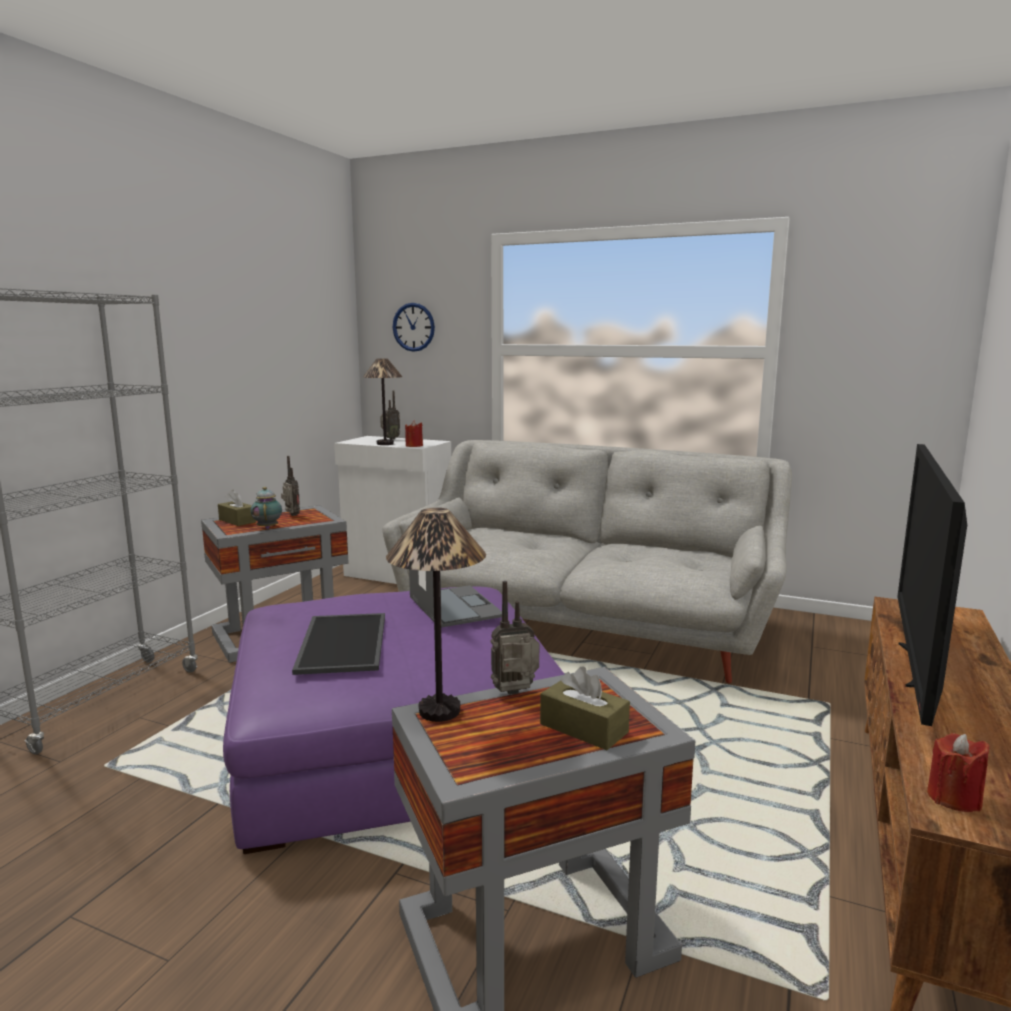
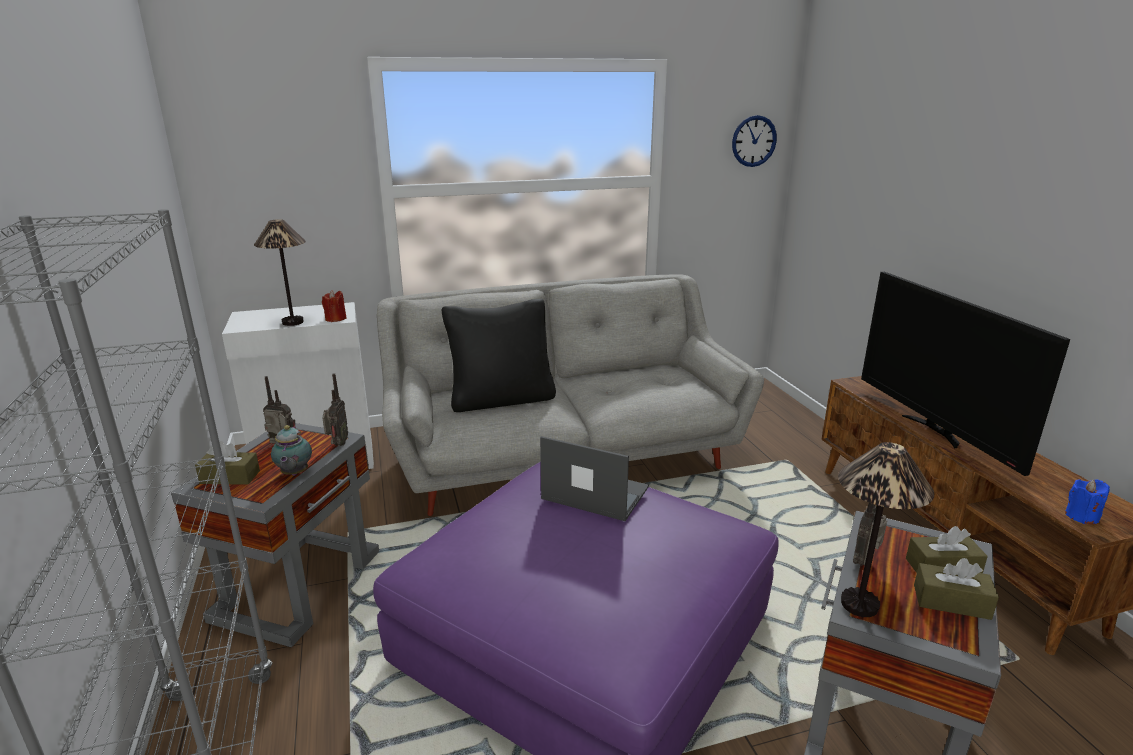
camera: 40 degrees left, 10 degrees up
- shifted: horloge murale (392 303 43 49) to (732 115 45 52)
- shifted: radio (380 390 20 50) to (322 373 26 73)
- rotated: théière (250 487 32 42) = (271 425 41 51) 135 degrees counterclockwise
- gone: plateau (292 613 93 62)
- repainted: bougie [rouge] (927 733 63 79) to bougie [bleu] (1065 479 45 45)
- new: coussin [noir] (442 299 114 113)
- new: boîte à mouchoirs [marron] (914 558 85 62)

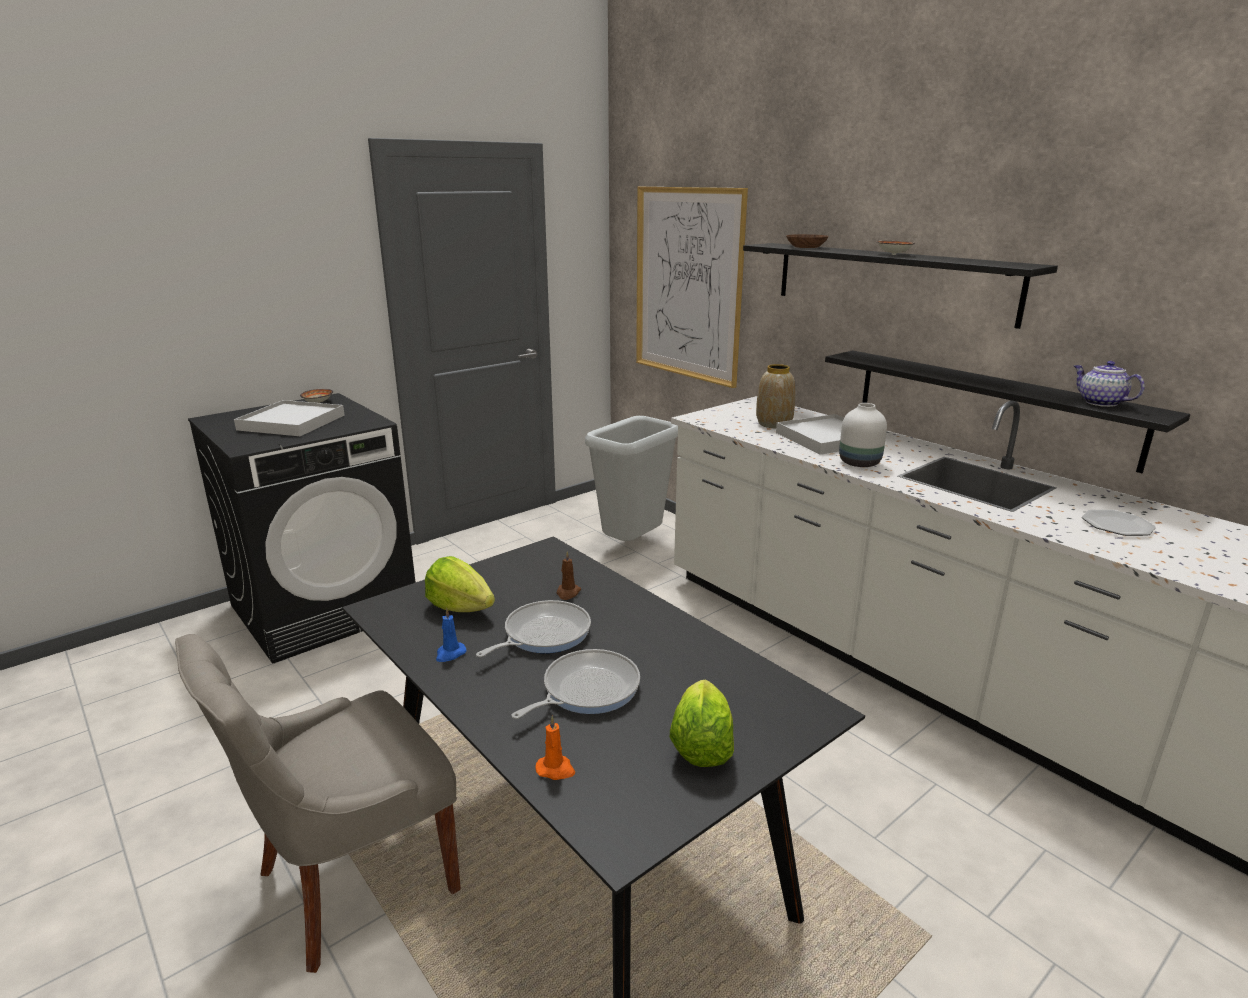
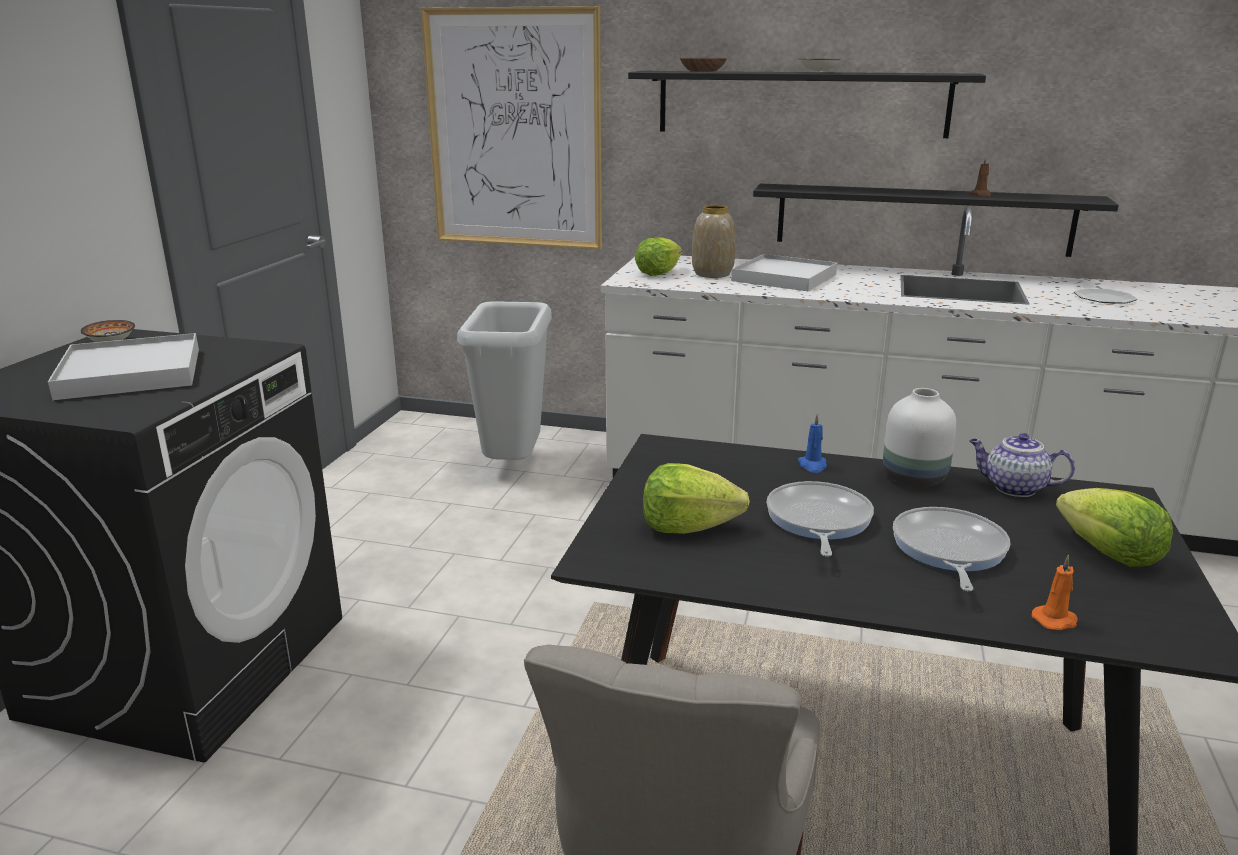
camera: 35 degrees left, 0 degrees up
- shifted: théière (1074 361 71 46) to (969 433 106 64)
- shifted: vase [blanc] (839 403 48 64) to (883 388 74 99)
- shifted: bougie [marron] (557 551 24 49) to (969 156 22 41)
- shifted: bougie [bleu] (436 607 30 55) to (798 414 29 59)
- new: laitue (635 237 47 39)

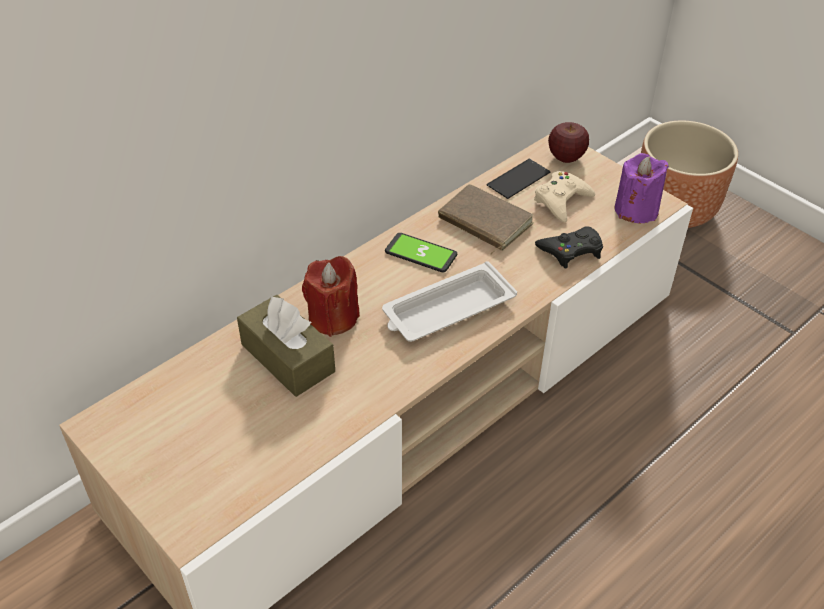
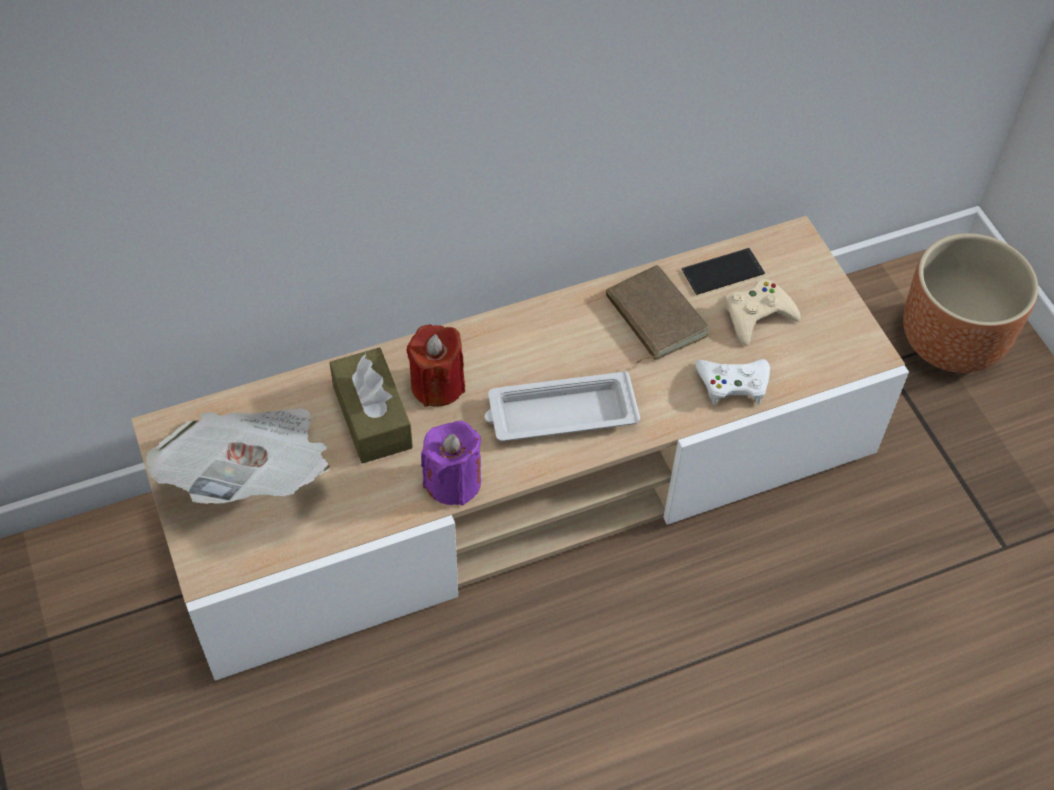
camera: 20 degrees right, 10 degrees up
- gone: pomme (548 122 41 41)
- shifted: bougie [violet] (614 153 55 70) to (421 421 60 85)
- repainted: manette [noir] (535 226 68 43) to manette [blanc] (696 359 74 46)
- gone: téléphone (385 233 72 39)
- new: journal (146 408 184 96)

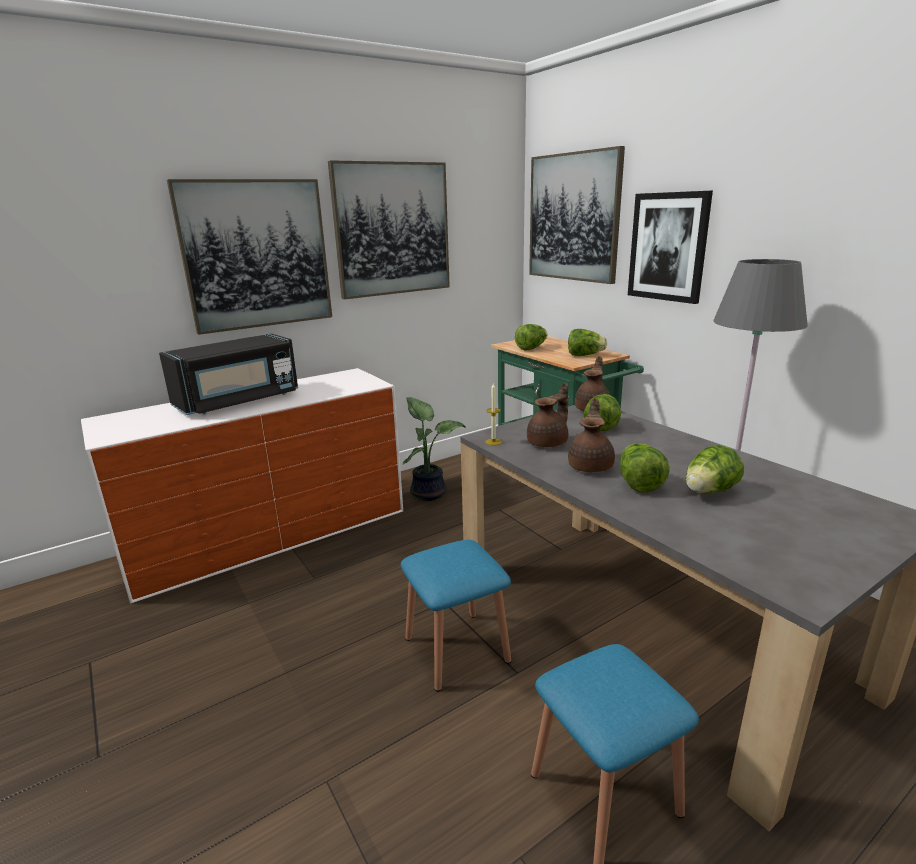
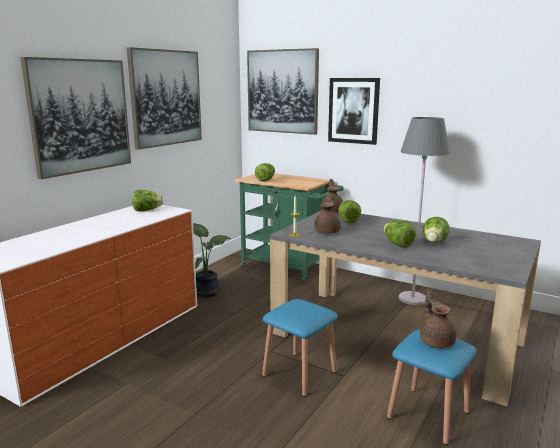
camera: 25 degrees left, 5 degrees down
- shifted: laitue (568 329 39 27) to (132 190 32 22)
- gone: micro-ondes [noir] (159 333 139 82)
- shifted: théière [marron] (568 398 47 74) to (420 288 36 60)

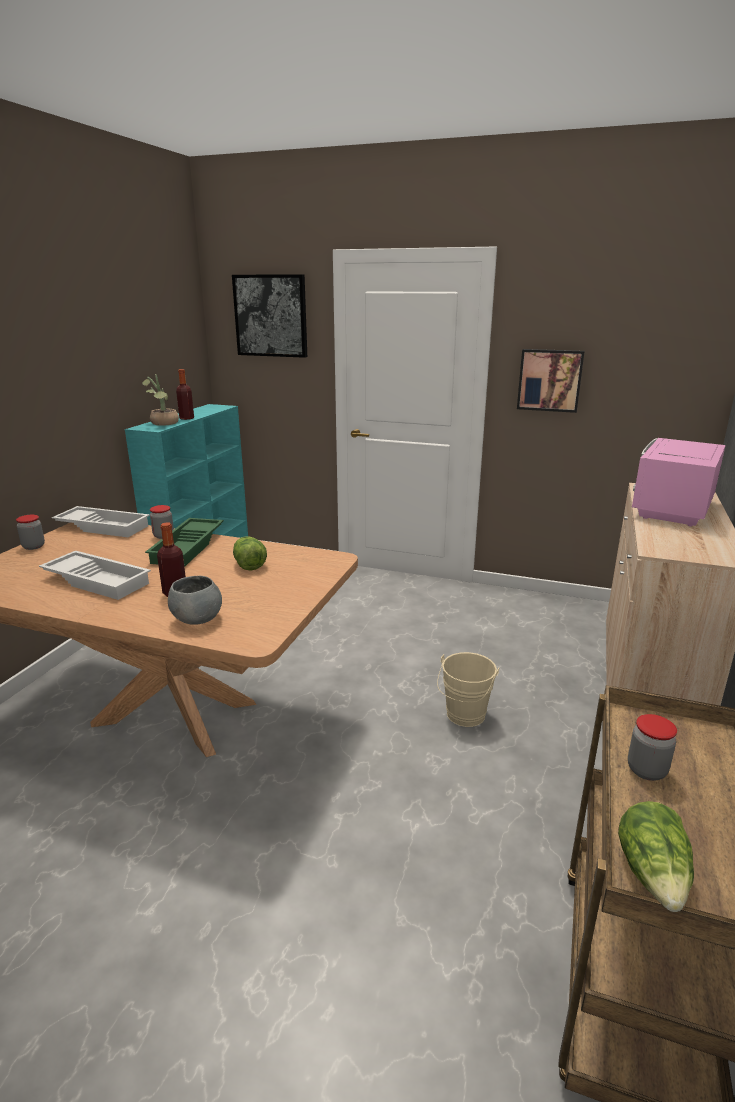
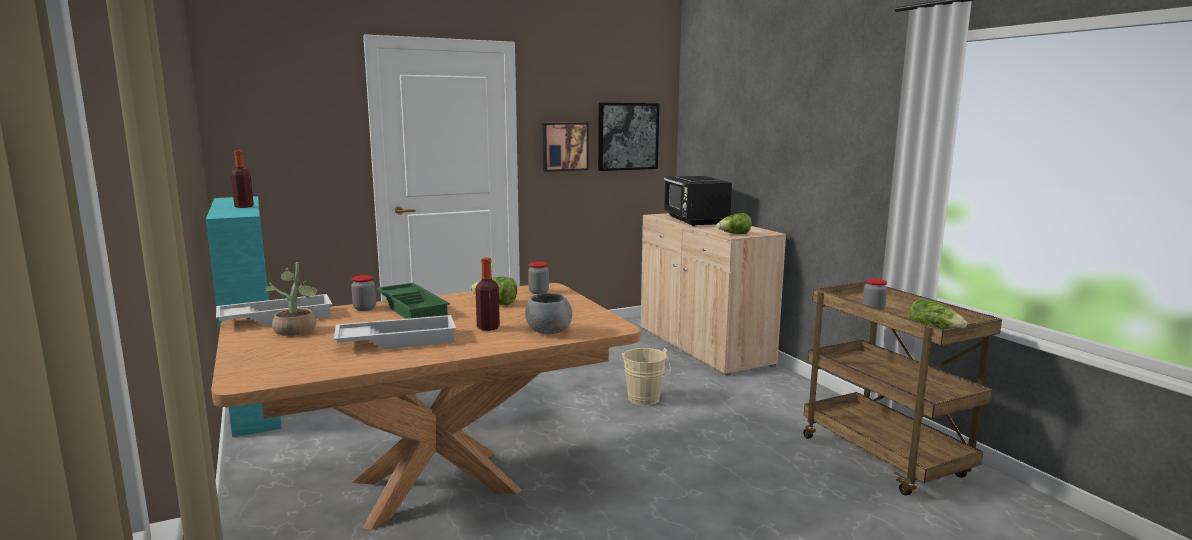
camera: 45 degrees left, 10 degrees down
- shifted: tableau (232 274 75 84) to (598 103 61 68)
- shifted: plante en pot (142 374 37 52) to (265 262 52 74)
- repainted: micro-ondes [rose] (632 438 94 89) to micro-ondes [noir] (664 176 68 51)
- shifted: bocal (16 515 29 35) to (528 262 21 32)
- new: laitue (716 213 36 21)

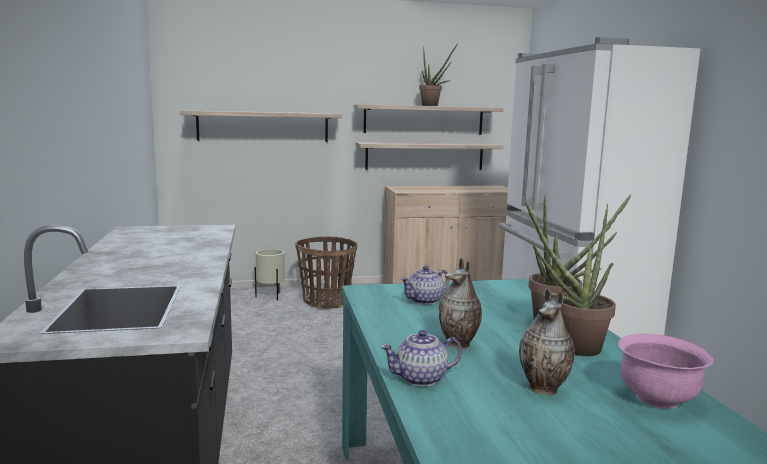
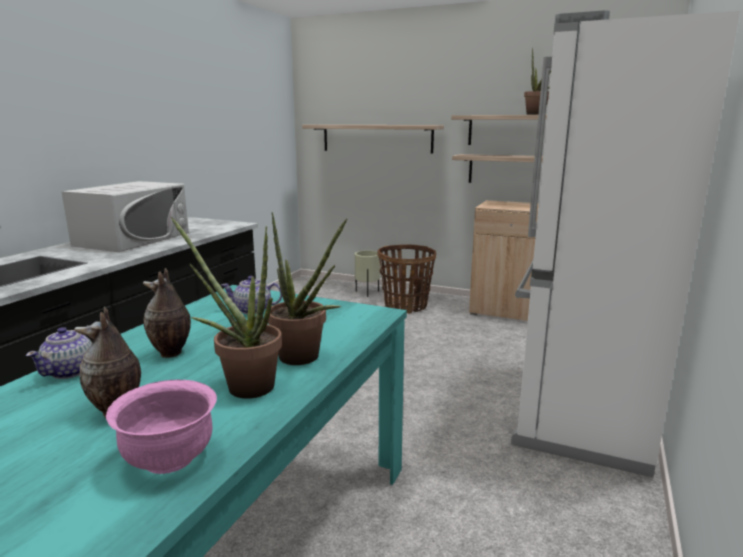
camera: 35 degrees right, 5 degrees up
- rotated: théière (380 330 82 57) = (26 325 66 54) 90 degrees counterclockwise
- new: micro-ondes [blanc] (61 181 128 71)

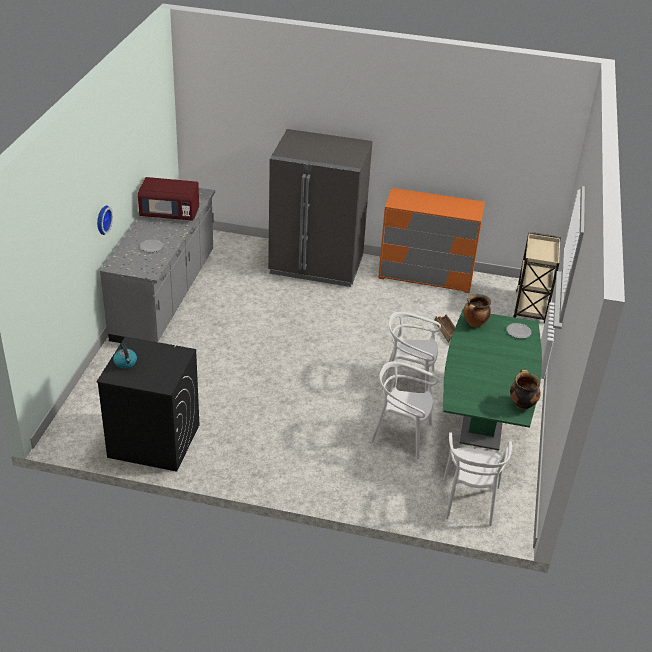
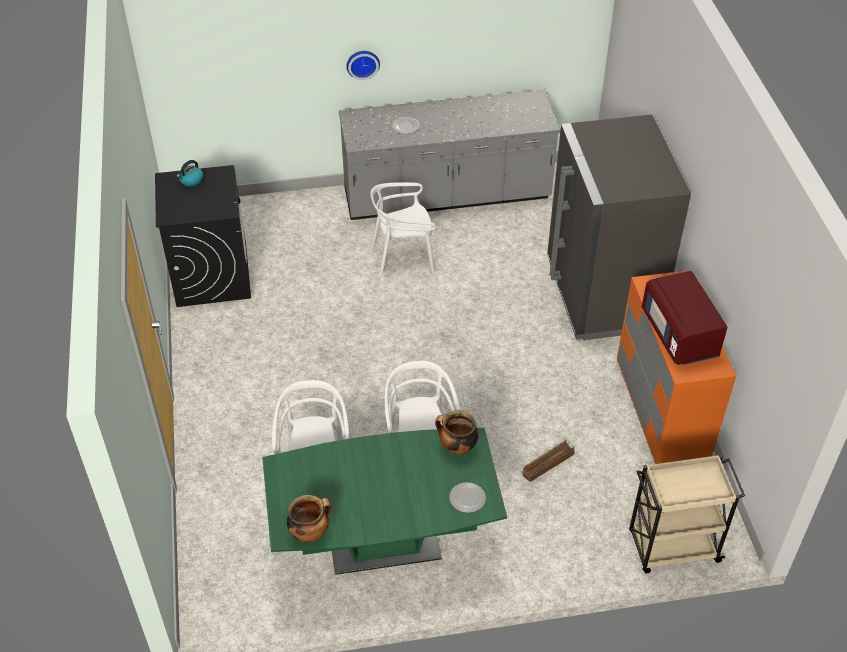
camera: 70 degrees right, 10 degrees up
- shifted: micro-ondes [rouge] (138 177 62 44) to (642 271 86 94)
- shifted: chaise [blanc] (443 432 69 94) to (370 182 66 95)

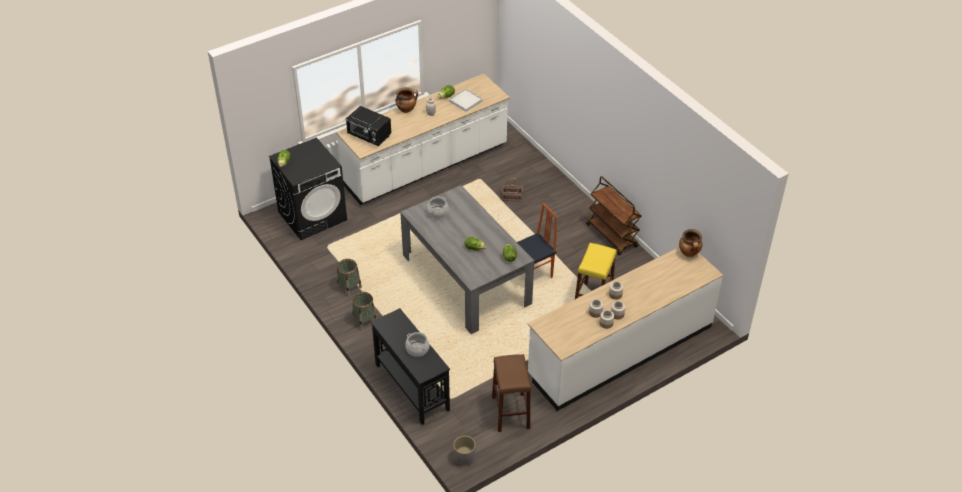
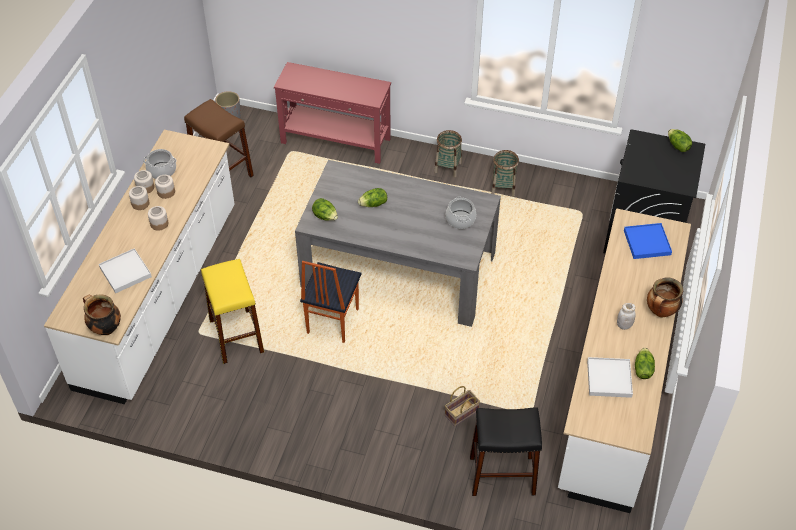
camera: 140 degrees right, 5 degrees up
- swapped: micro-ondes [noir] (346 106 45 40) to plateau [bleu] (624 223 48 36)
- gone: chariot [marron] (586 176 55 79)
- repainted: table console [noir] (371 308 79 117) to table console [rouge] (274 62 117 102)
- shifted: marmite (405 332 24 25) to (143 149 34 30)
- new: plateau [blanc] (99 248 53 45)
- new: tabouret [noir] (470 407 72 89)

